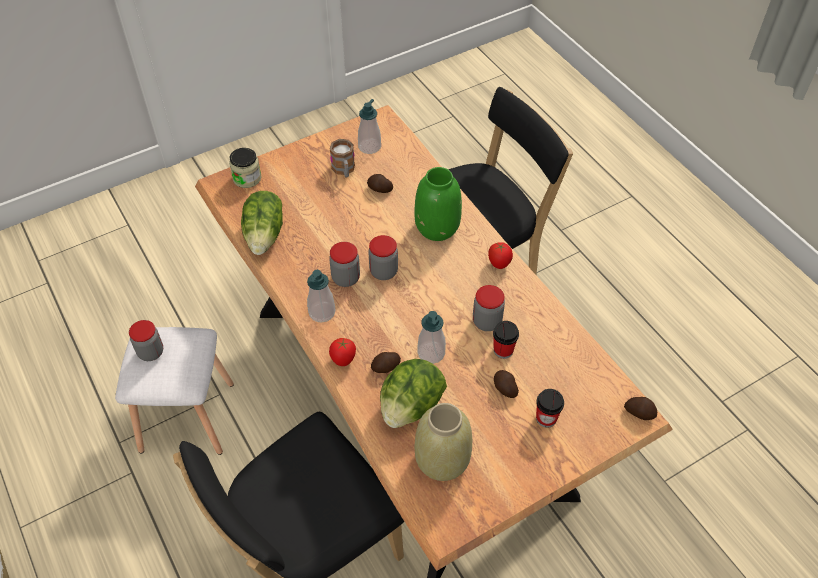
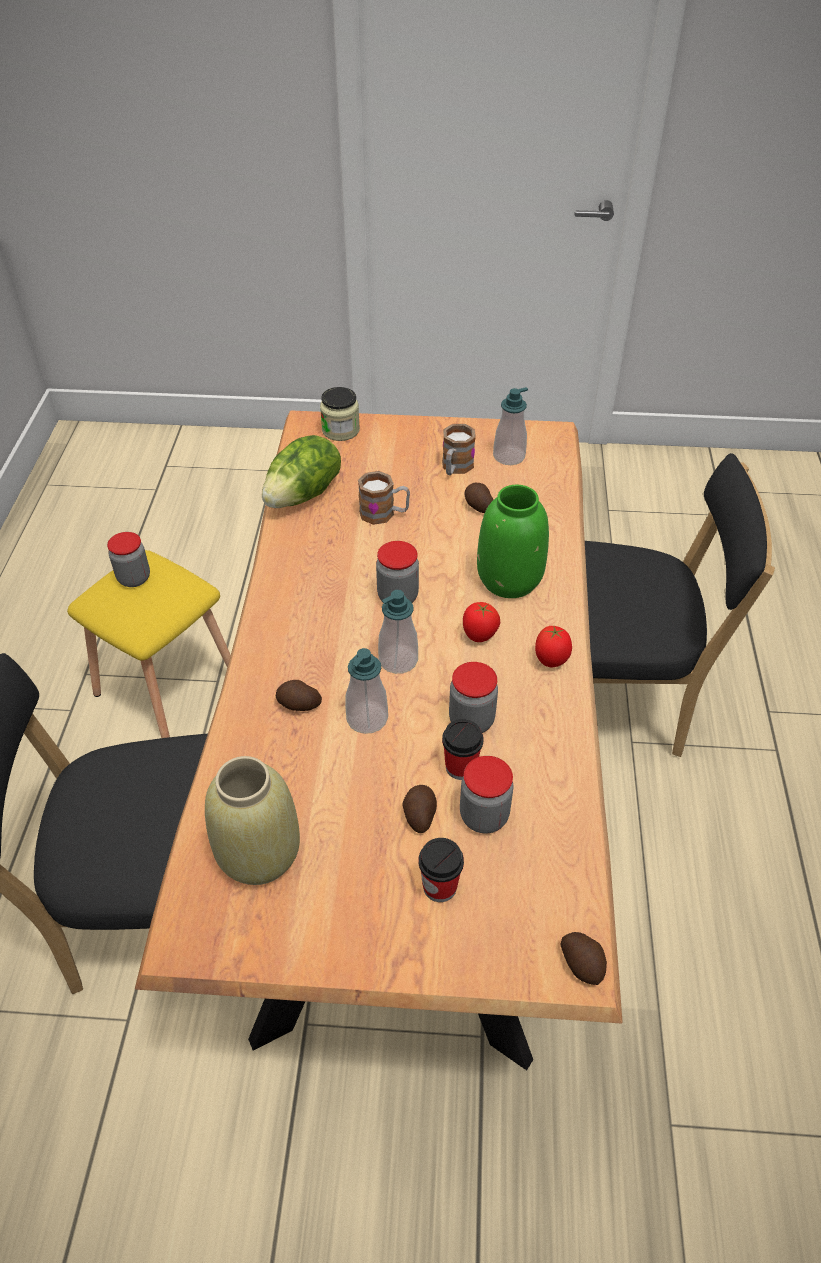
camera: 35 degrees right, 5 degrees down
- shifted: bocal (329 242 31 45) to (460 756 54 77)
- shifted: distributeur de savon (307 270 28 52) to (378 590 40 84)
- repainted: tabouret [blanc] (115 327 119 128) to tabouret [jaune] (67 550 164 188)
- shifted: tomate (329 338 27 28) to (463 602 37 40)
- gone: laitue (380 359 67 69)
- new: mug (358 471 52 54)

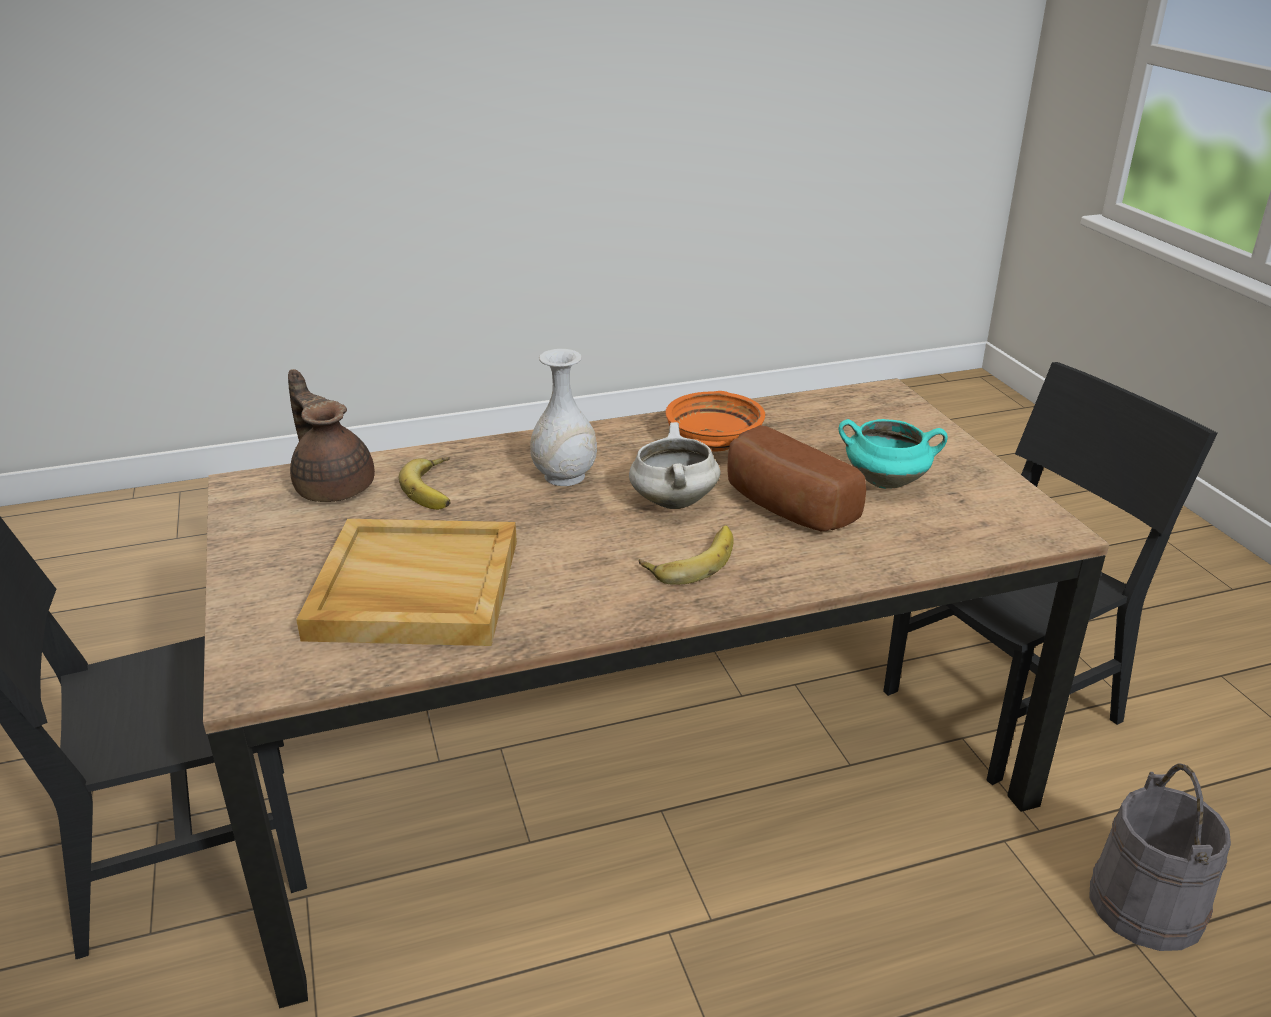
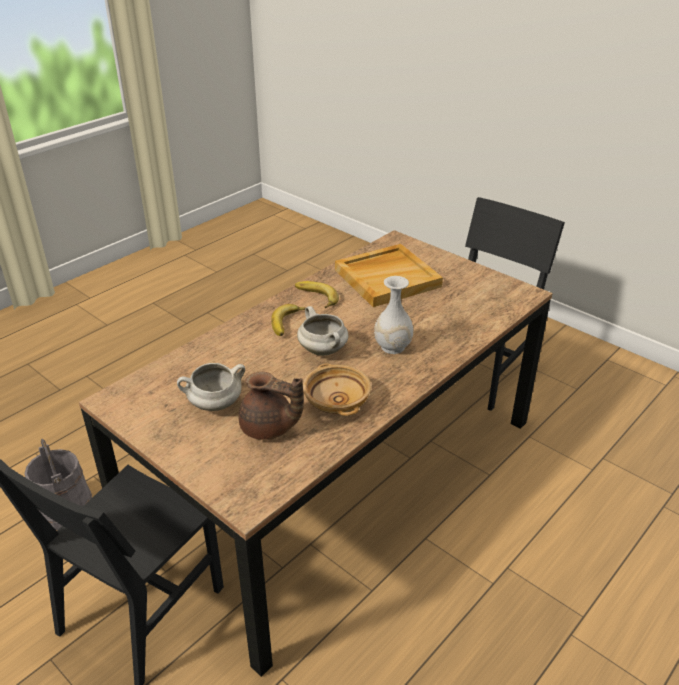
camera: 150 degrees right, 5 degrees up
- shifted: théière [marron] (288 369 87 133) to (239 372 65 68)
- repainted: bol [orange] (665 391 100 60) to bol [beige] (303 363 68 53)
- repainted: marmite [turquoise] (838 419 110 70) to marmite [blanc] (177 363 68 48)
- gone: pain (727 425 139 106)
- shifted: banane (399 457 51 53) to (295 281 44 27)

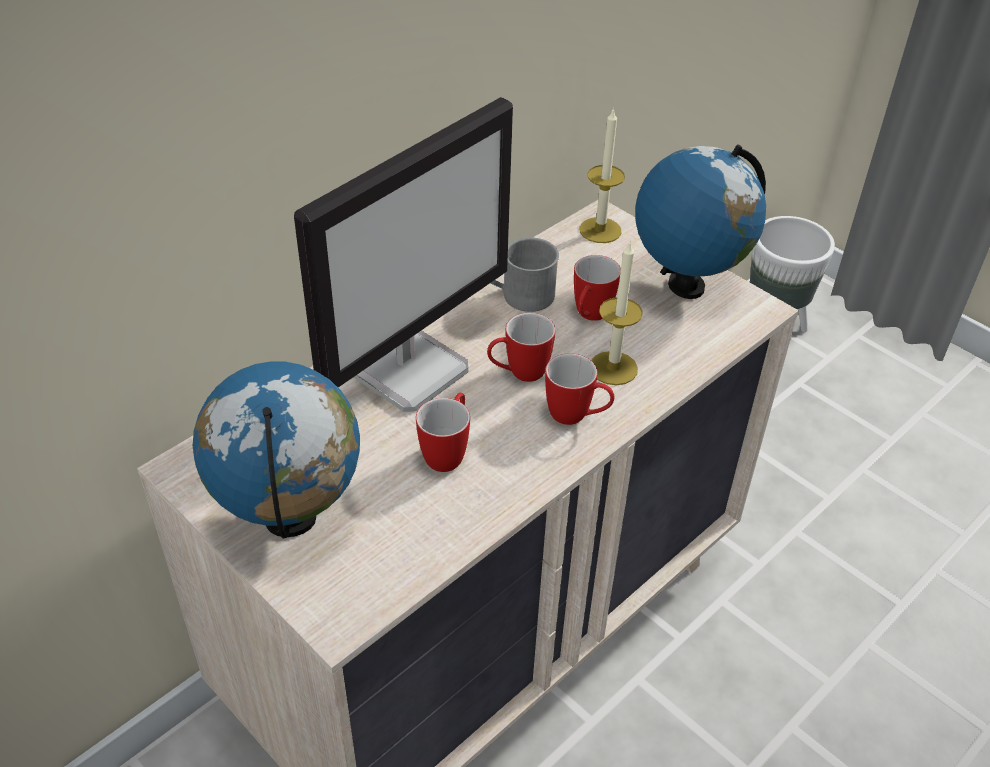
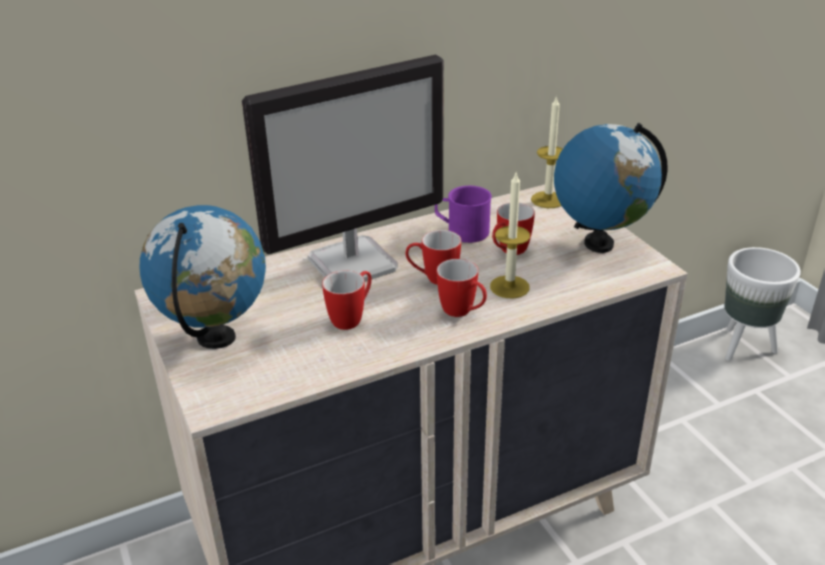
camera: 20 degrees right, 10 degrees down
- repainted: mug [gris] (491 237 68 75) to mug [violet] (435 186 57 57)

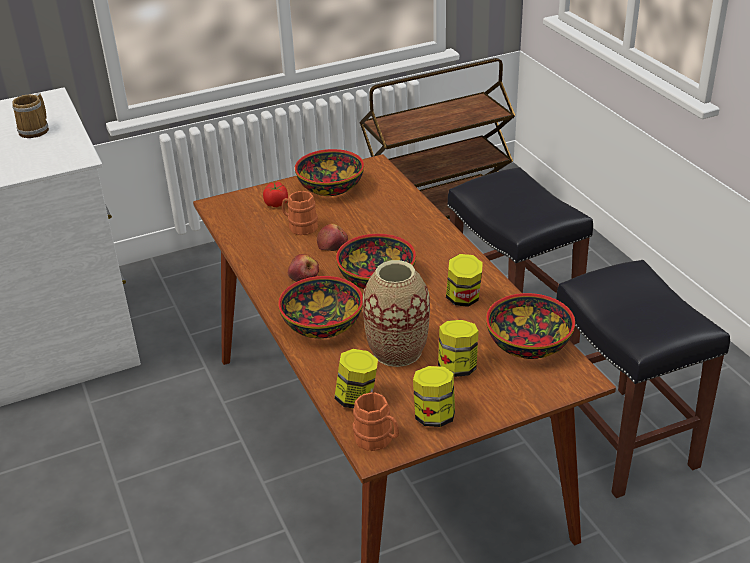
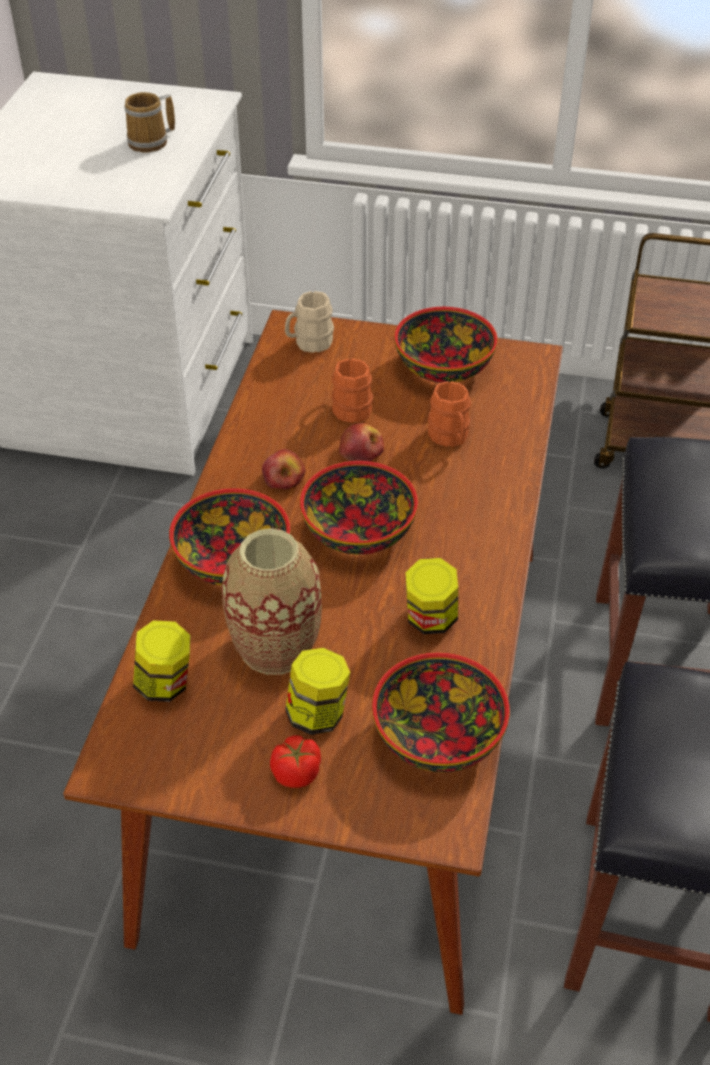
camera: 35 degrees right, 10 degrees up
- shifted: tomate (263 182 25 25) to (270 735 51 53)
- gone: bocal (413 366 42 61)
- shifted: mug [orange] (353 392 46 59) to (428 381 43 66)
- new: mug [beige] (285 291 49 62)

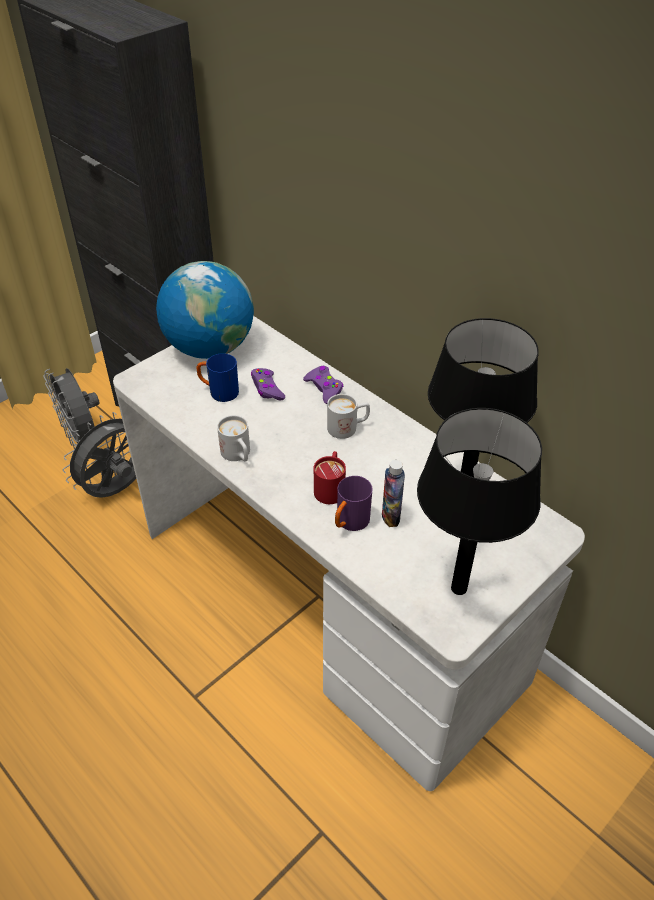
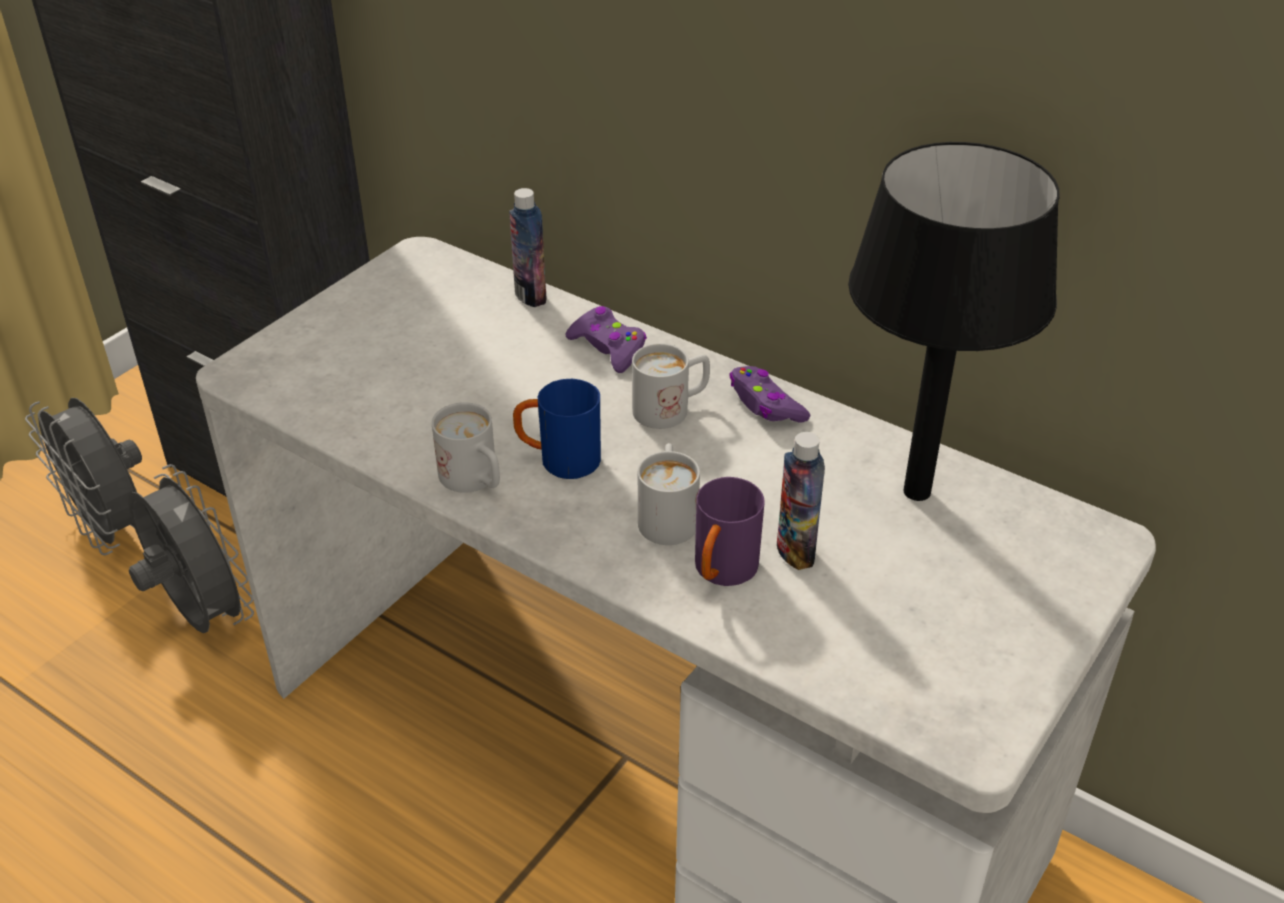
camera: 10 degrees left, 5 degrees down
- gone: globe (156 261 98 98)
- shifted: mug [bleu] (196 353 43 49) to (513 379 88 100)
- shifted: manette [violet] (251 368 34 33) to (730 366 80 57)
- gone: lampe de table [noir] (417 408 125 187)
- rotated: ventilateur [gris] (63 412 73 86) = (128 464 126 169) 105 degrees clockwise
- repainted: mug [rouge] (314 451 32 53) to mug [blanc] (638 443 62 102)
- new: bouteille (509 188 37 119)

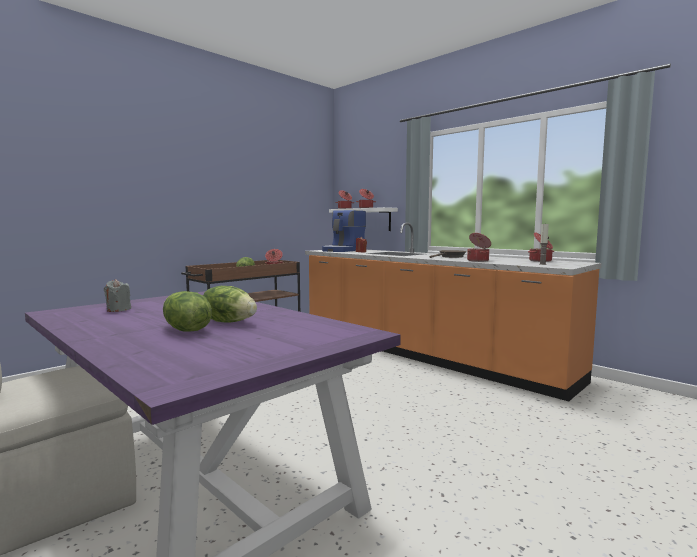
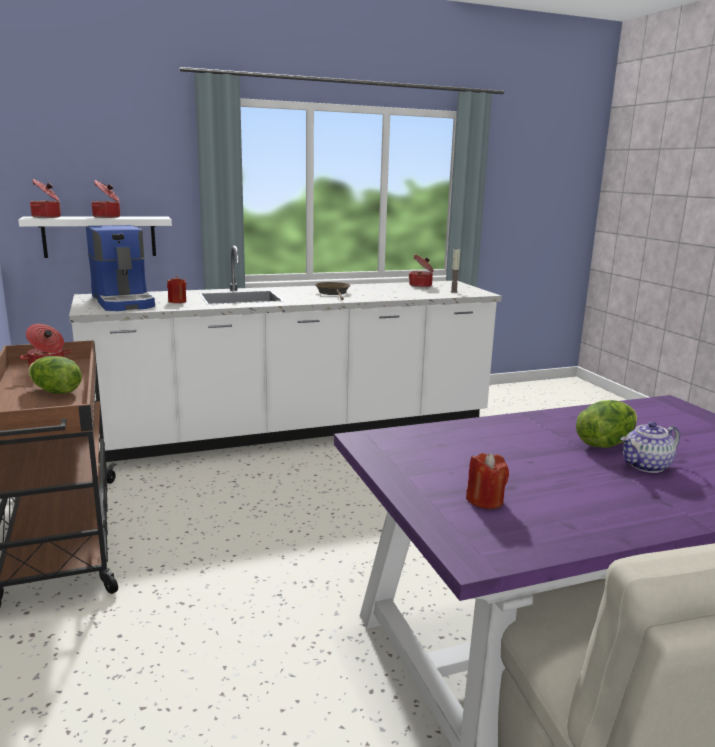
camera: 65 degrees left, 10 degrees up
- repainted: comptoir de cuisine [orange] (305 222 296 179) to comptoir de cuisine [blanc] (69 246 433 217)
- gone: marmite (467 233 24 29)
- repainted: bougie [gris] (104 279 27 33) to bougie [rouge] (466 453 43 56)
- swapped: laitue (163 291 49 40) to théière (620 421 60 52)

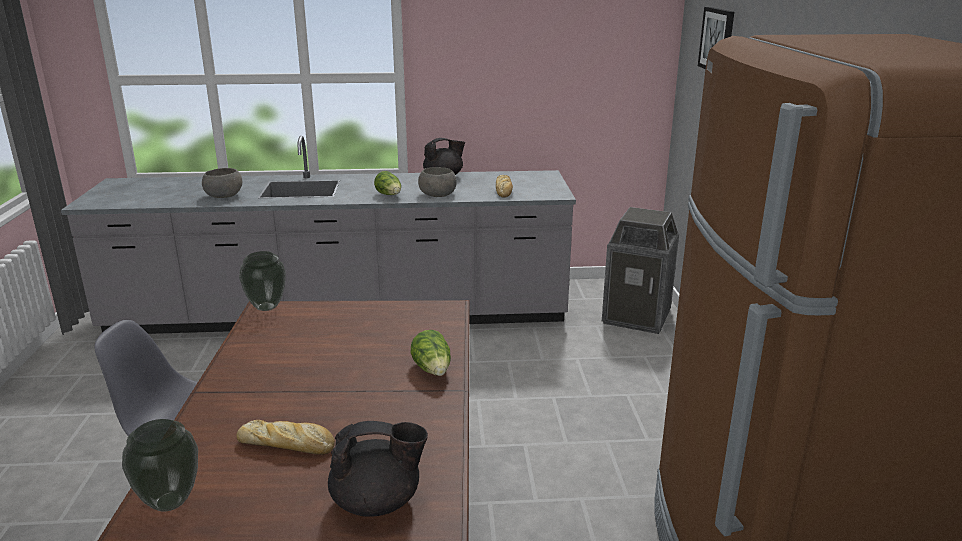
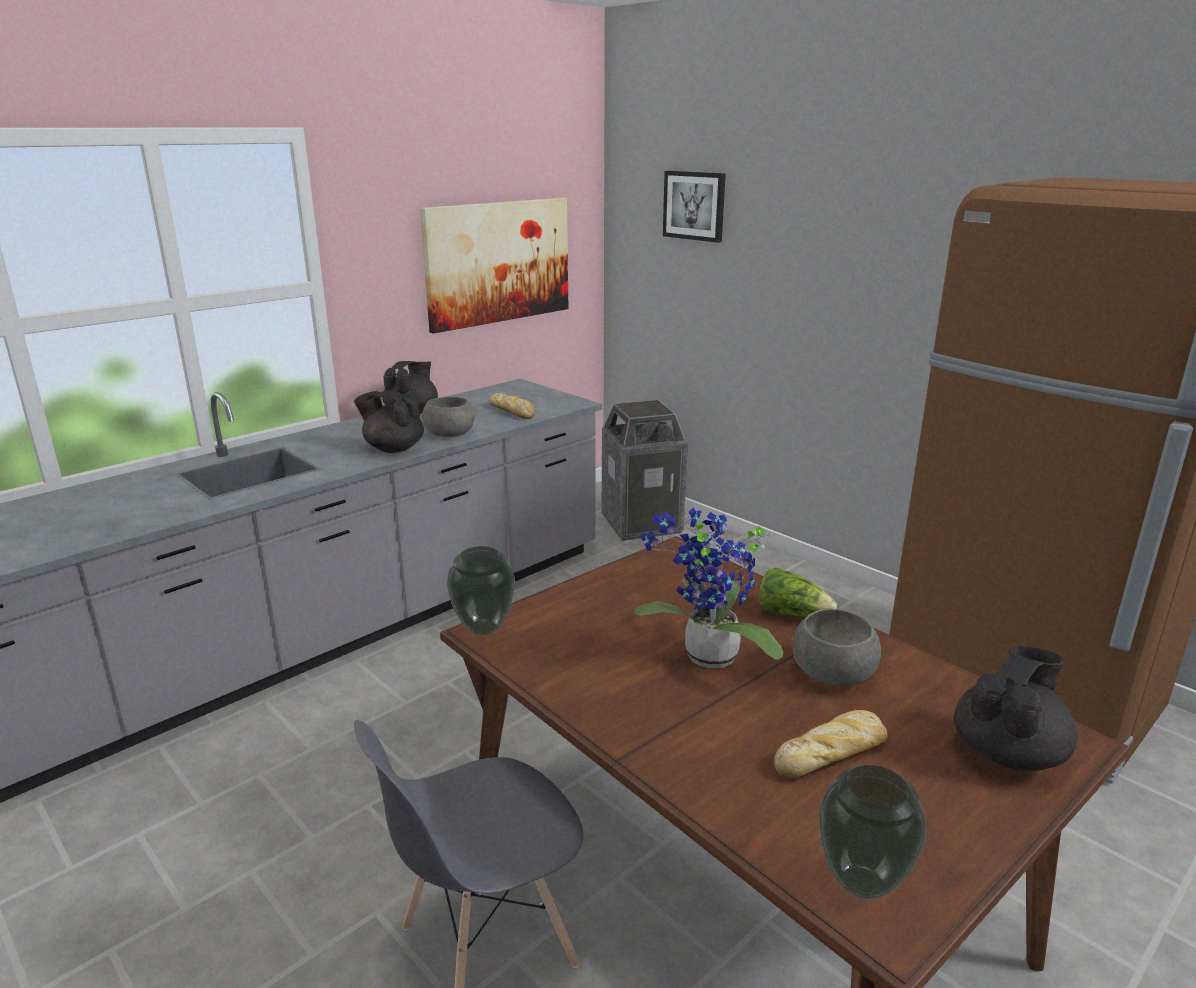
camera: 40 degrees left, 0 degrees up
- shifted: bol [gris] (202 168 40 30) to (793 609 88 77)
- swapped: laitue (374 171 27 24) to théière [noir] (354 391 70 62)
- new: tableau (420 198 148 136)
- new: plante en pot (634 508 149 160)

